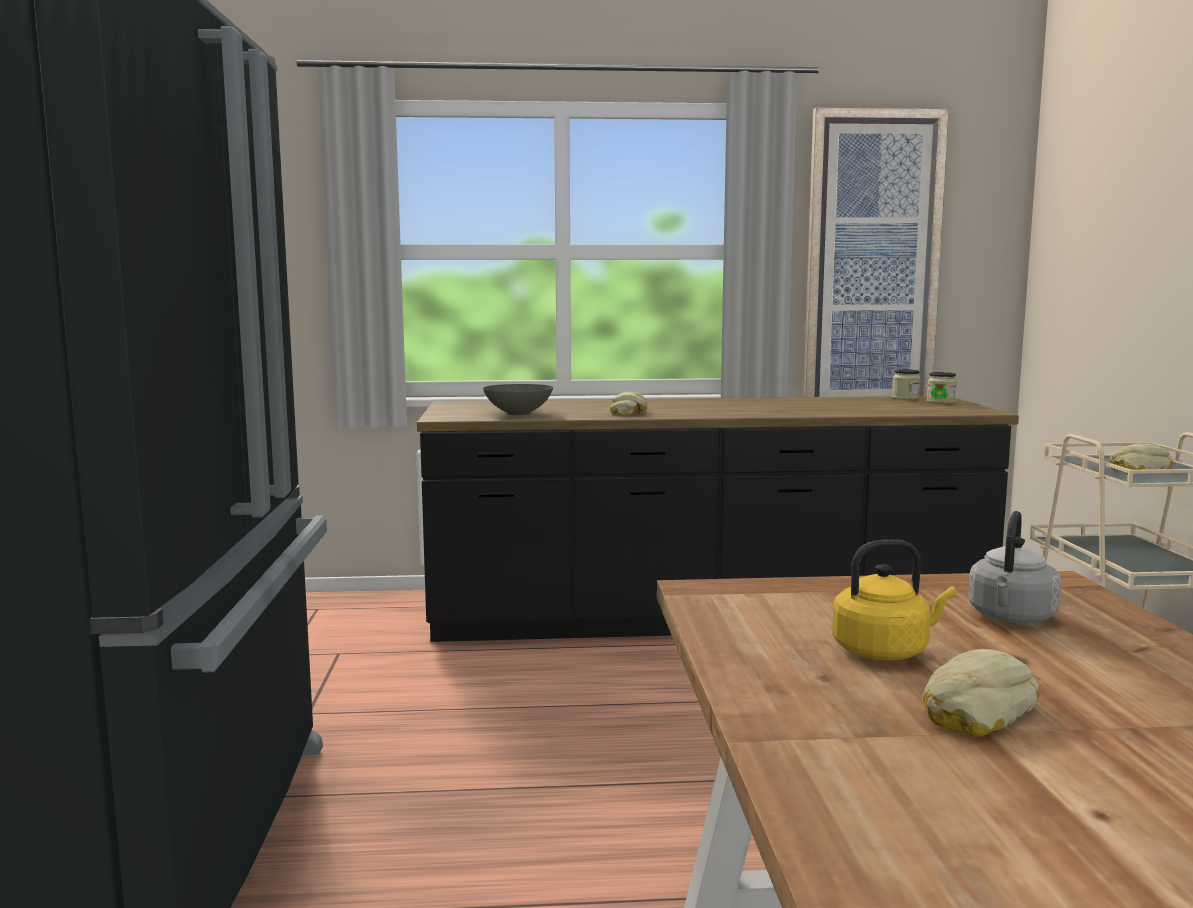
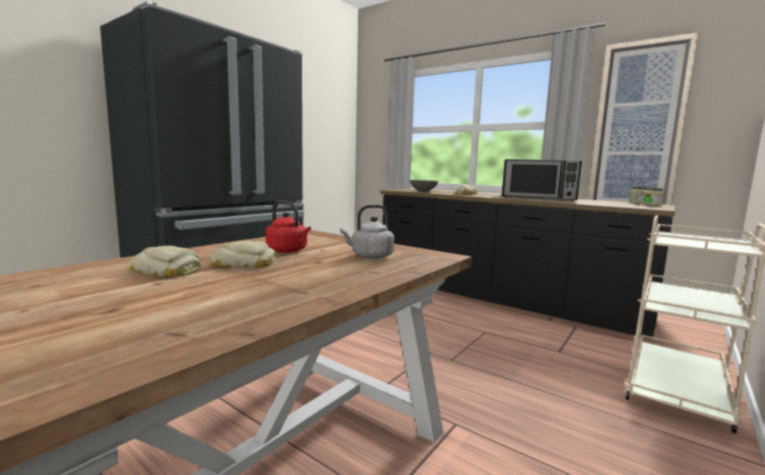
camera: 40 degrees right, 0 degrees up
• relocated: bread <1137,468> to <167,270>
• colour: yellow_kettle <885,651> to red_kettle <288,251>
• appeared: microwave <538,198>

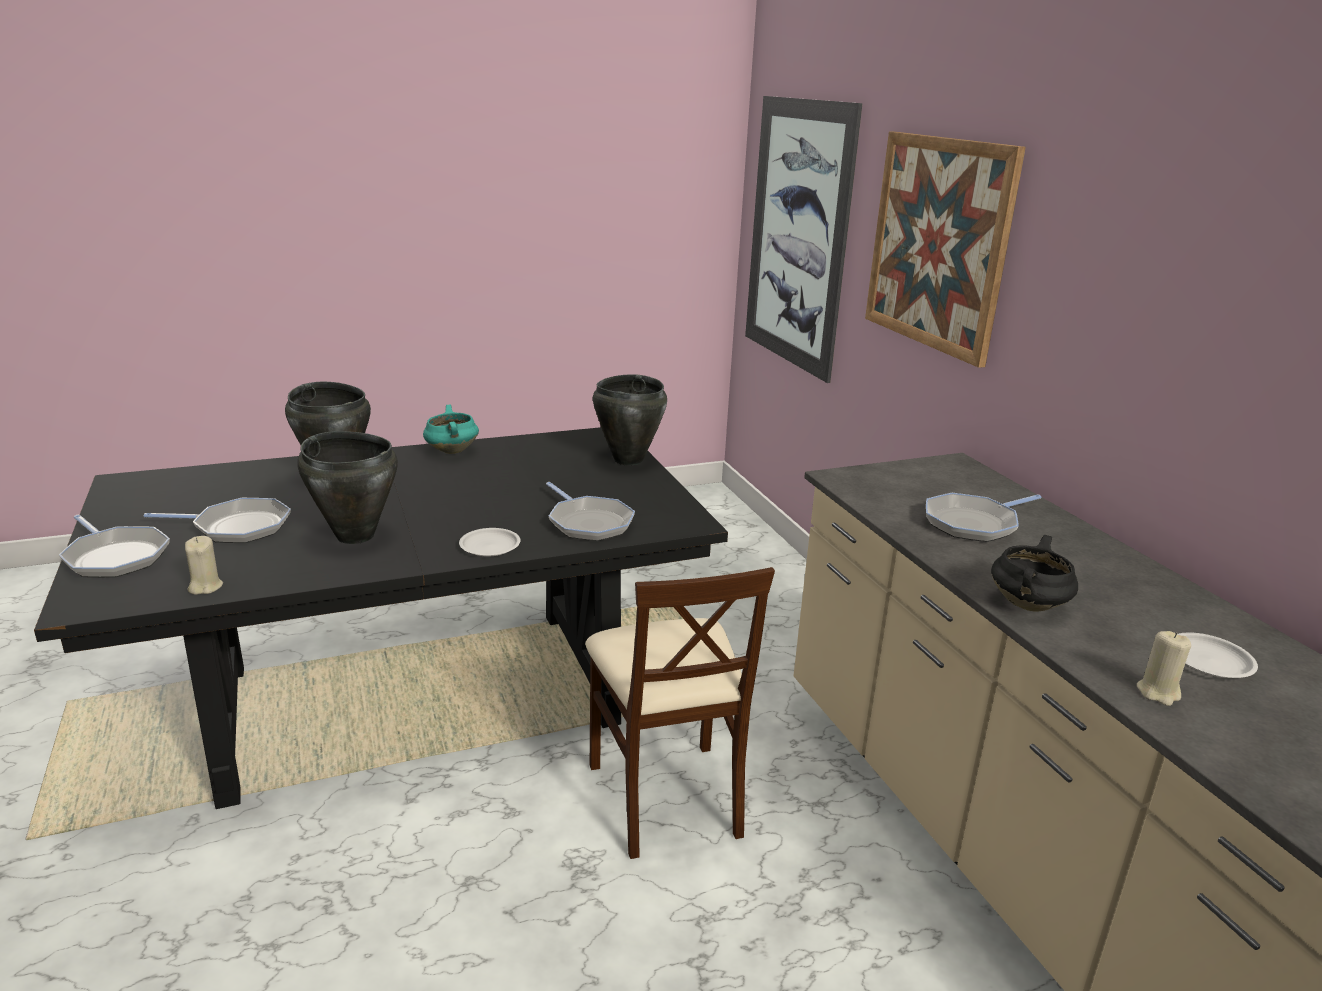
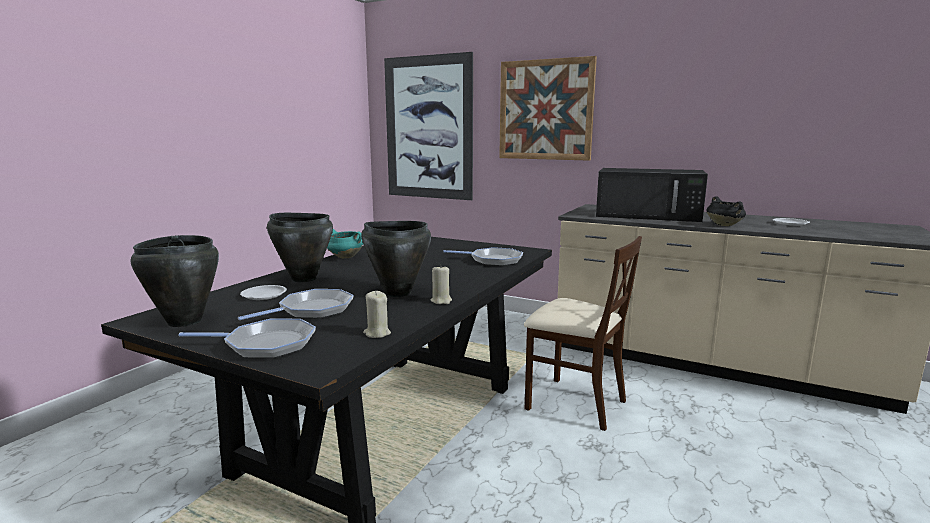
camera: 40 degrees left, 10 degrees down
• relocated: black_cooking_pot <627,460> to <184,322>
• exchanged: frying_pan <973,523> to black_microwave <649,215>
• relocated: white_plate <489,546> to <263,295>
• relocated: beige_candle <1158,692> to <441,301>

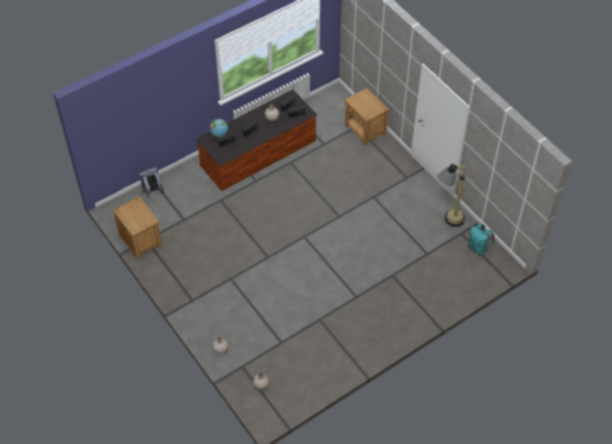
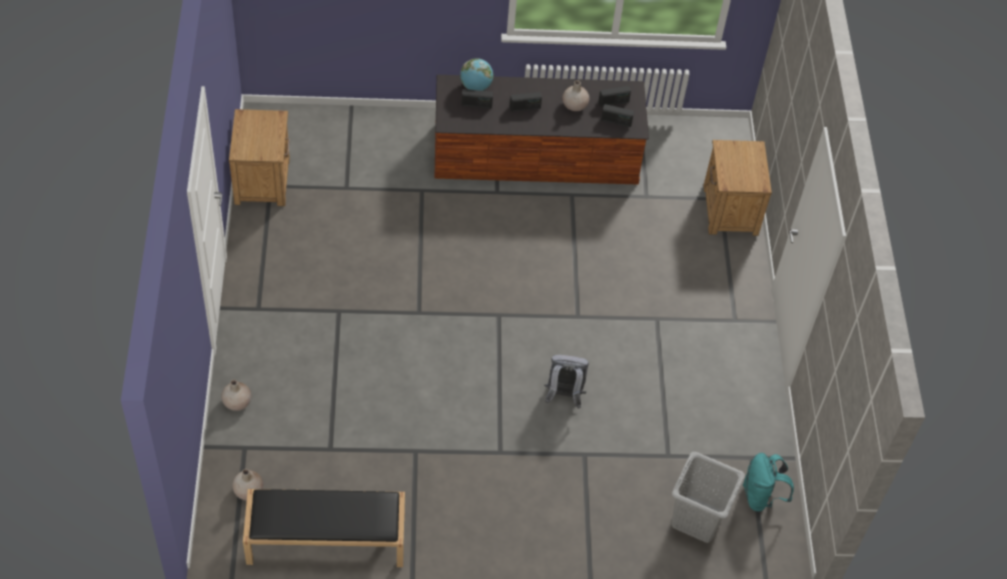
camera: 30 degrees right, 0 degrees up
• missing: floor_lamp <447,223>
• relocated: grey_backpack <152,191> to <563,395>
• appeared: grey_laundry_basket <697,519>
• appeared: black_bench <325,540>

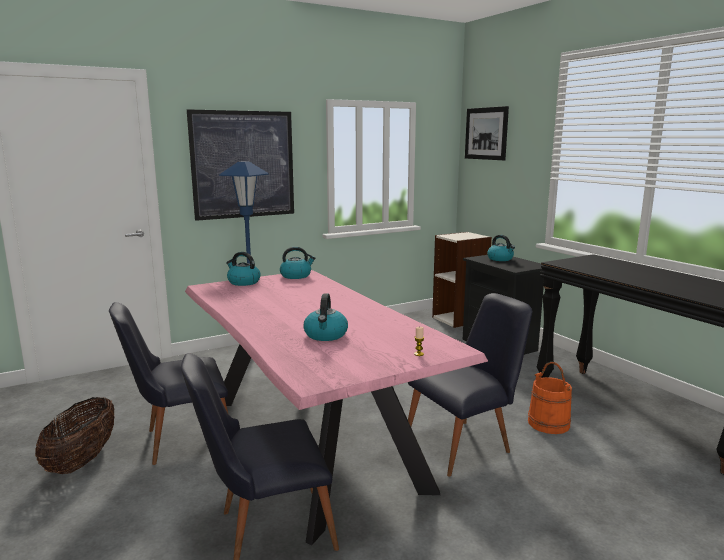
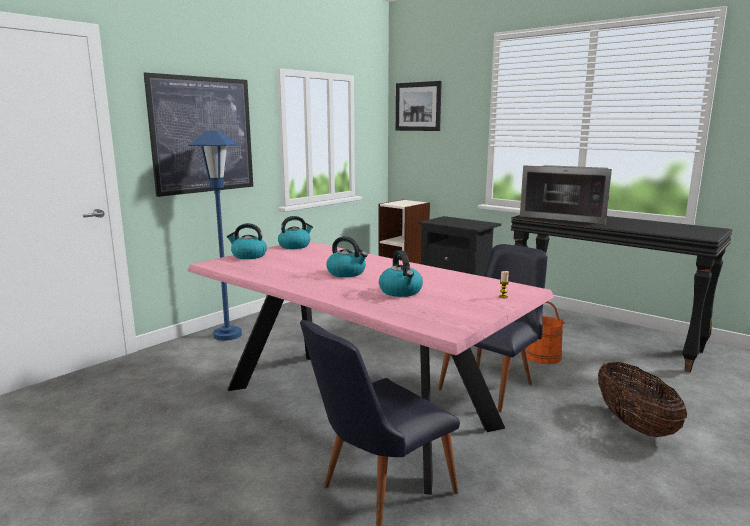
camera: 20 degrees left, 0 degrees up
• relocated: kettle <500,259> to <347,273>
• missing: black_chair <180,440>
• relocated: basket <82,460> to <634,424>
• appeared: microwave <566,217>

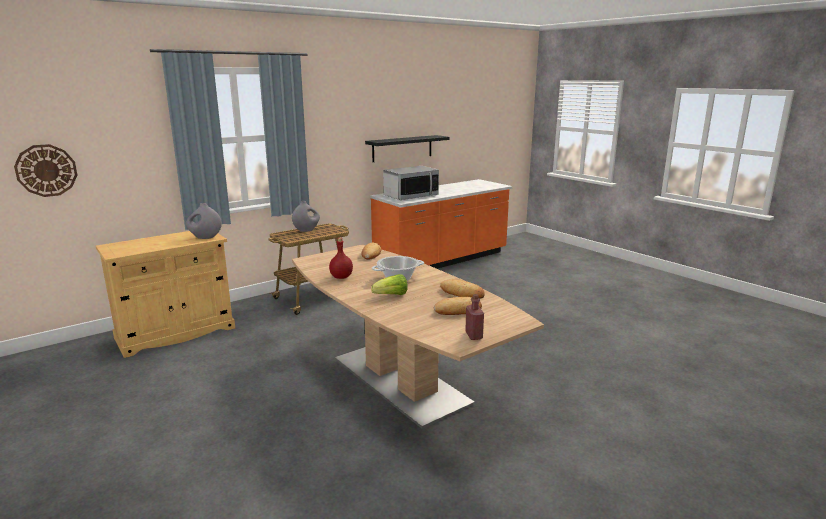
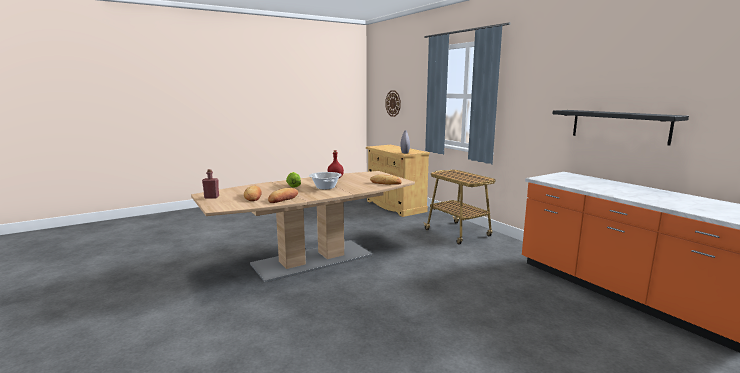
camera: 95 degrees right, 5 degrees down
• missing: microwave <411,196>
• missing: grey_vase <306,230>

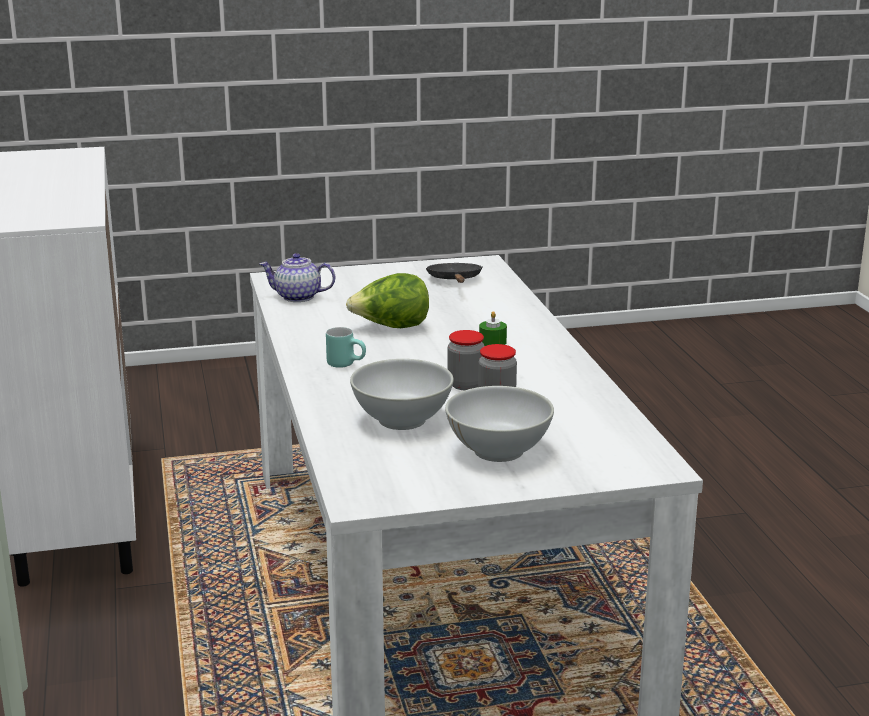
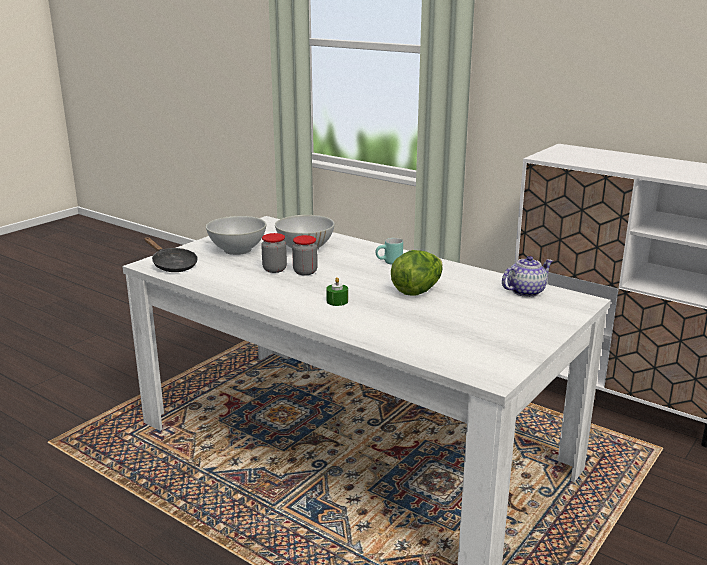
camera: 140 degrees right, 0 degrees up
• relocated: black_frying_pan <455,280> to <172,265>

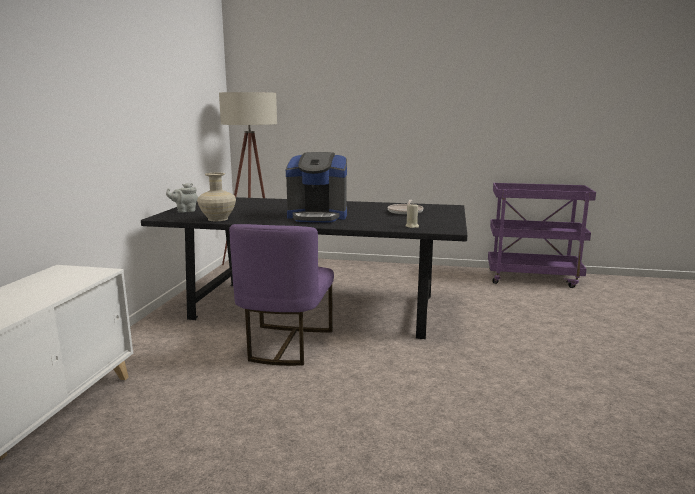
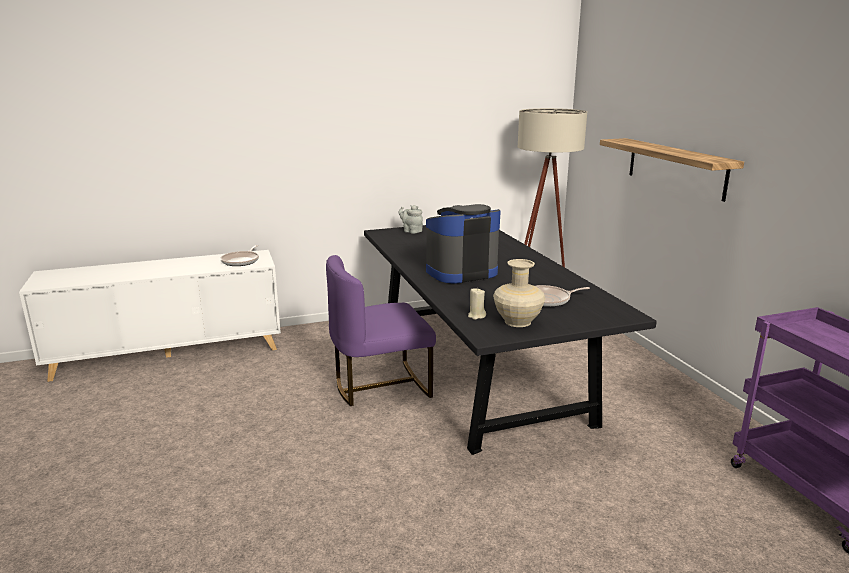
camera: 60 degrees right, 5 degrees up
• spun: coffee_machine <318,216> = <461,272> 90 degrees clockwise
• relocated: beige_vase <218,219> to <517,322>
• appeared: shelf <675,167>
• appeared: frying_pan <241,261>

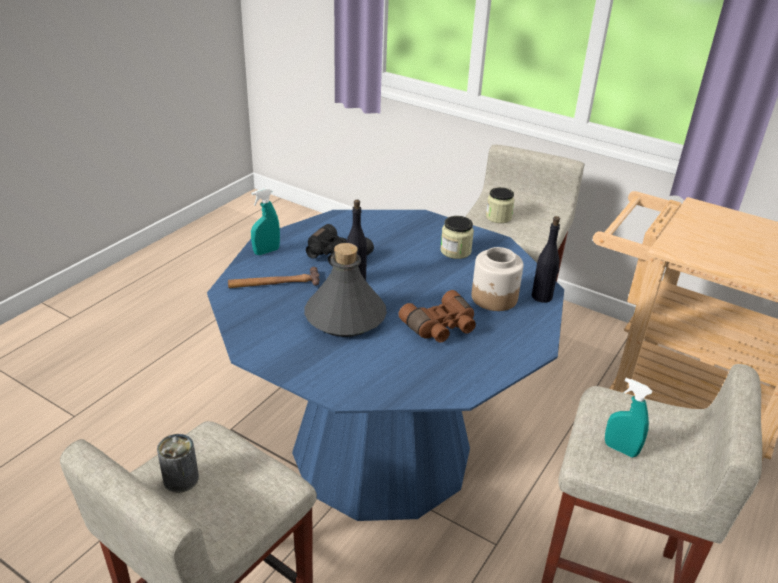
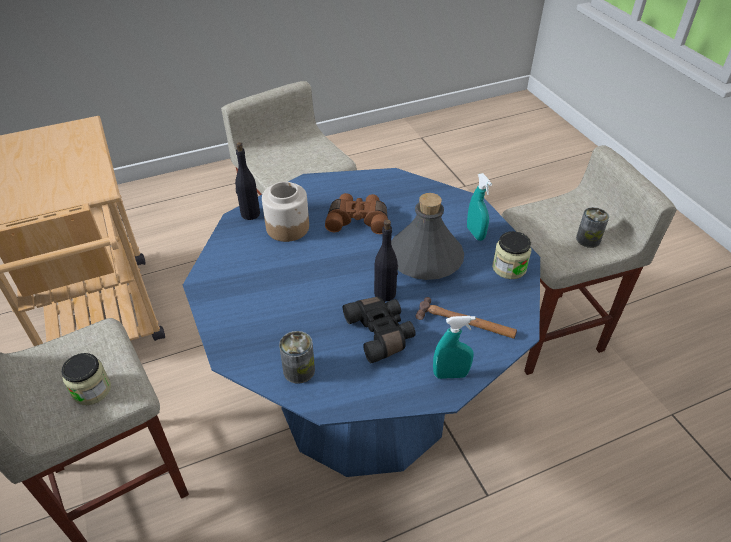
camera: 145 degrees left, 10 degrees up
• relocated: jar <455,251> to <509,268>
• relocated: turquoise_spray_bottle <620,449> to <475,233>
• appeared: can <299,370>

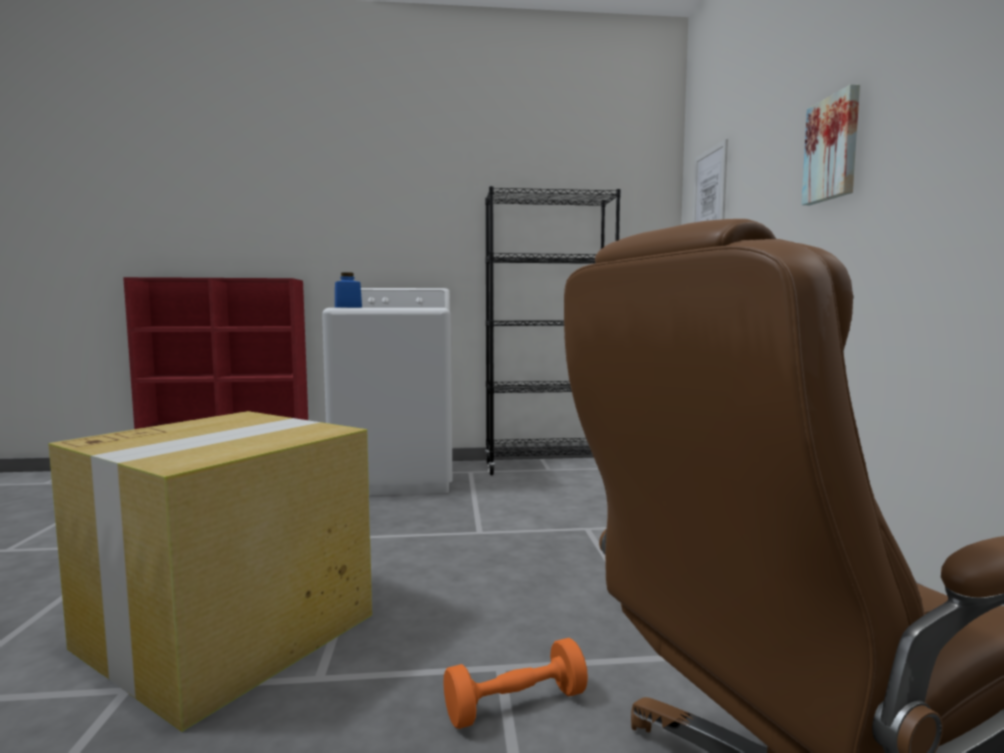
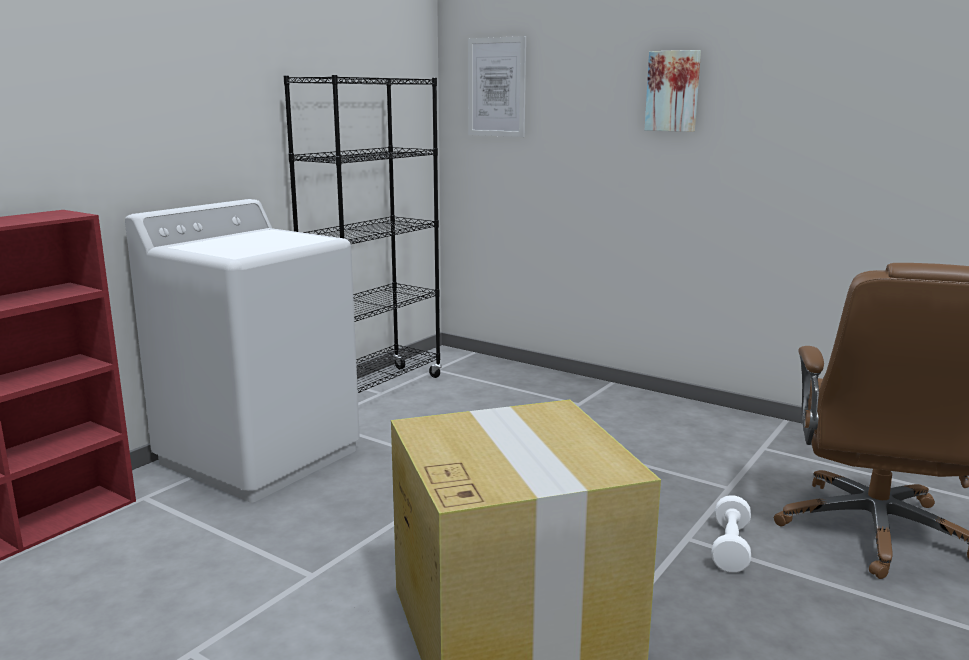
camera: 50 degrees left, 10 degrees up
• missing: blue_jar <348,307>
• colour: orange_dumbbell <516,705> to white_dumbbell <730,548>

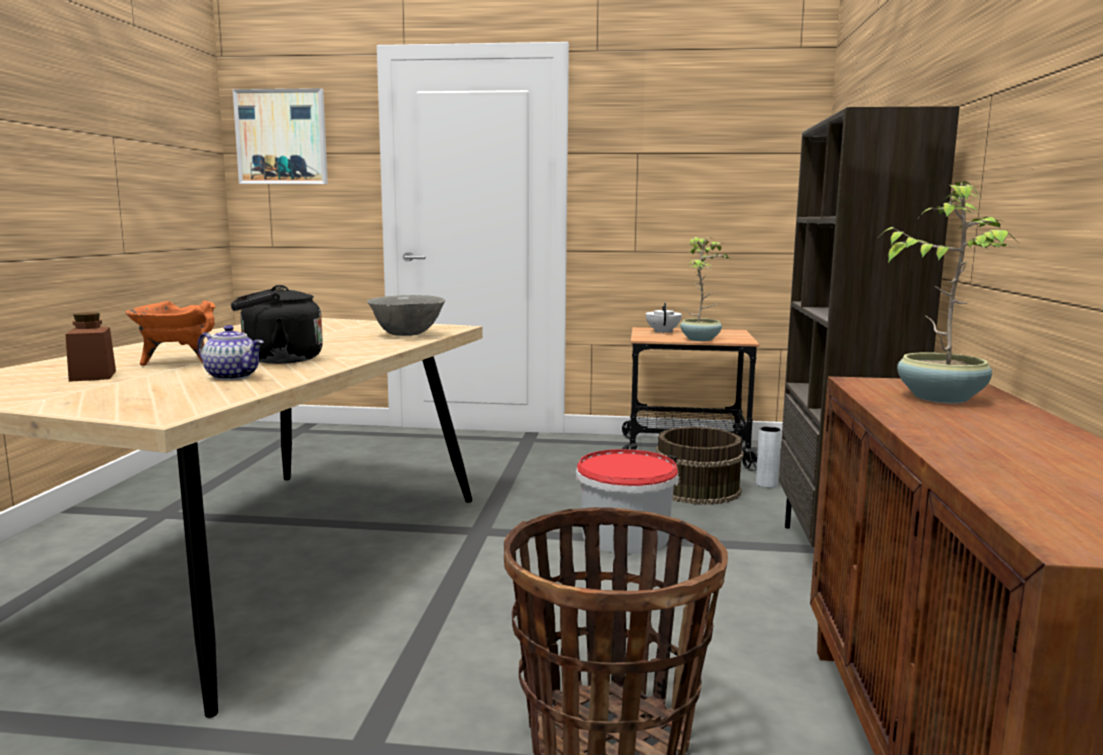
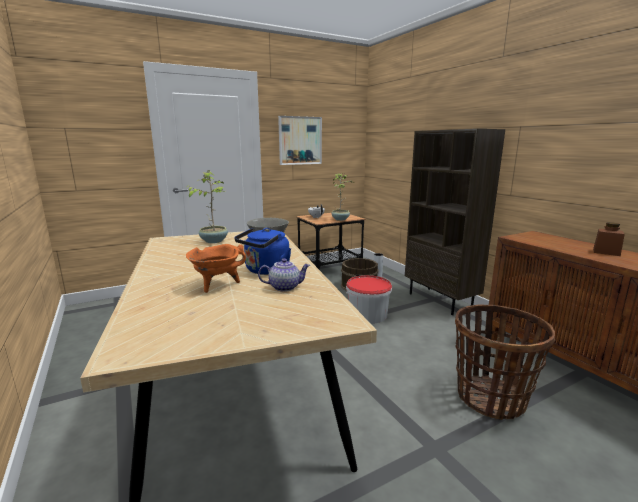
camera: 35 degrees left, 5 degrees up
• relocated: picture <282,137> to <300,140>
• relocated: potted_plant <940,397> to <214,241>
• colour: black_kettle <277,360> to blue_kettle <265,271>
• relocated: brown_jar <93,376> to <606,252>

